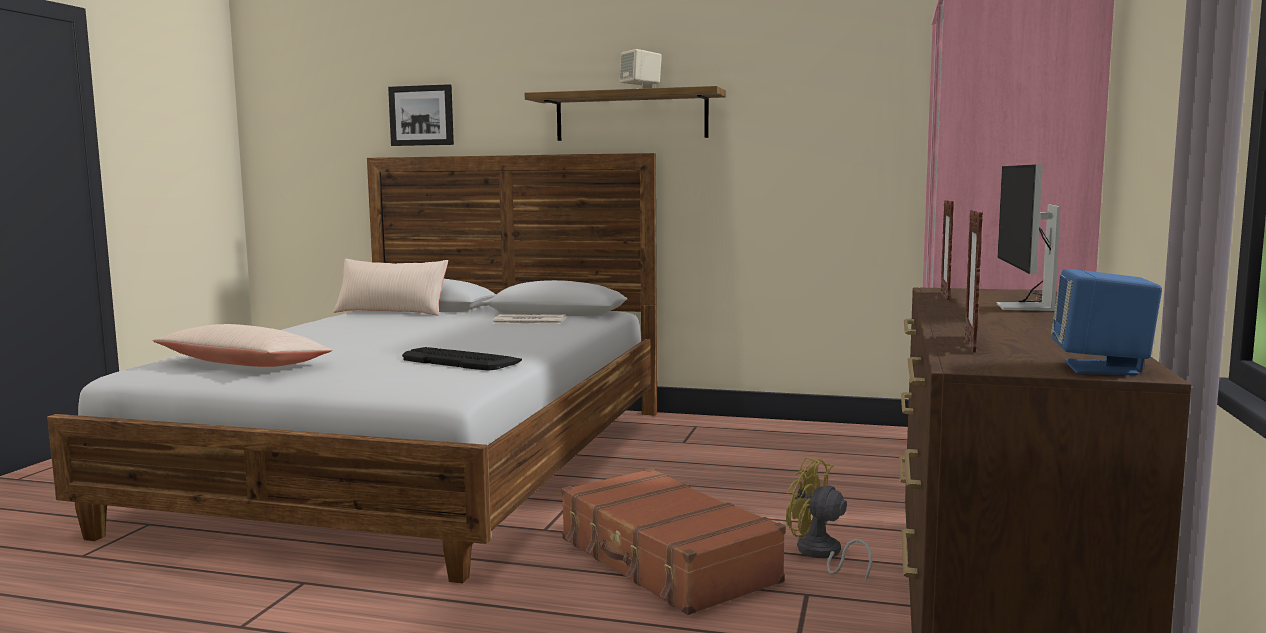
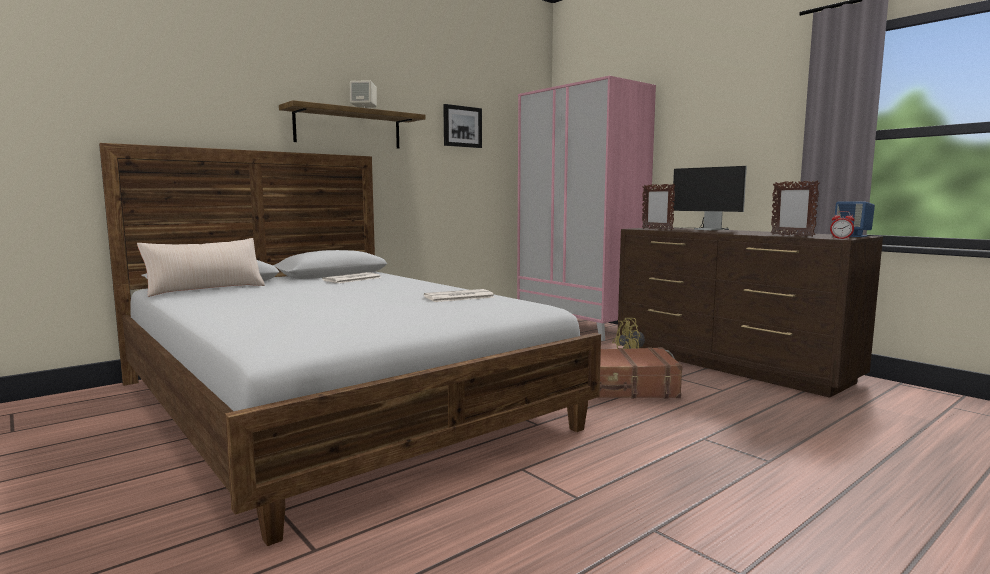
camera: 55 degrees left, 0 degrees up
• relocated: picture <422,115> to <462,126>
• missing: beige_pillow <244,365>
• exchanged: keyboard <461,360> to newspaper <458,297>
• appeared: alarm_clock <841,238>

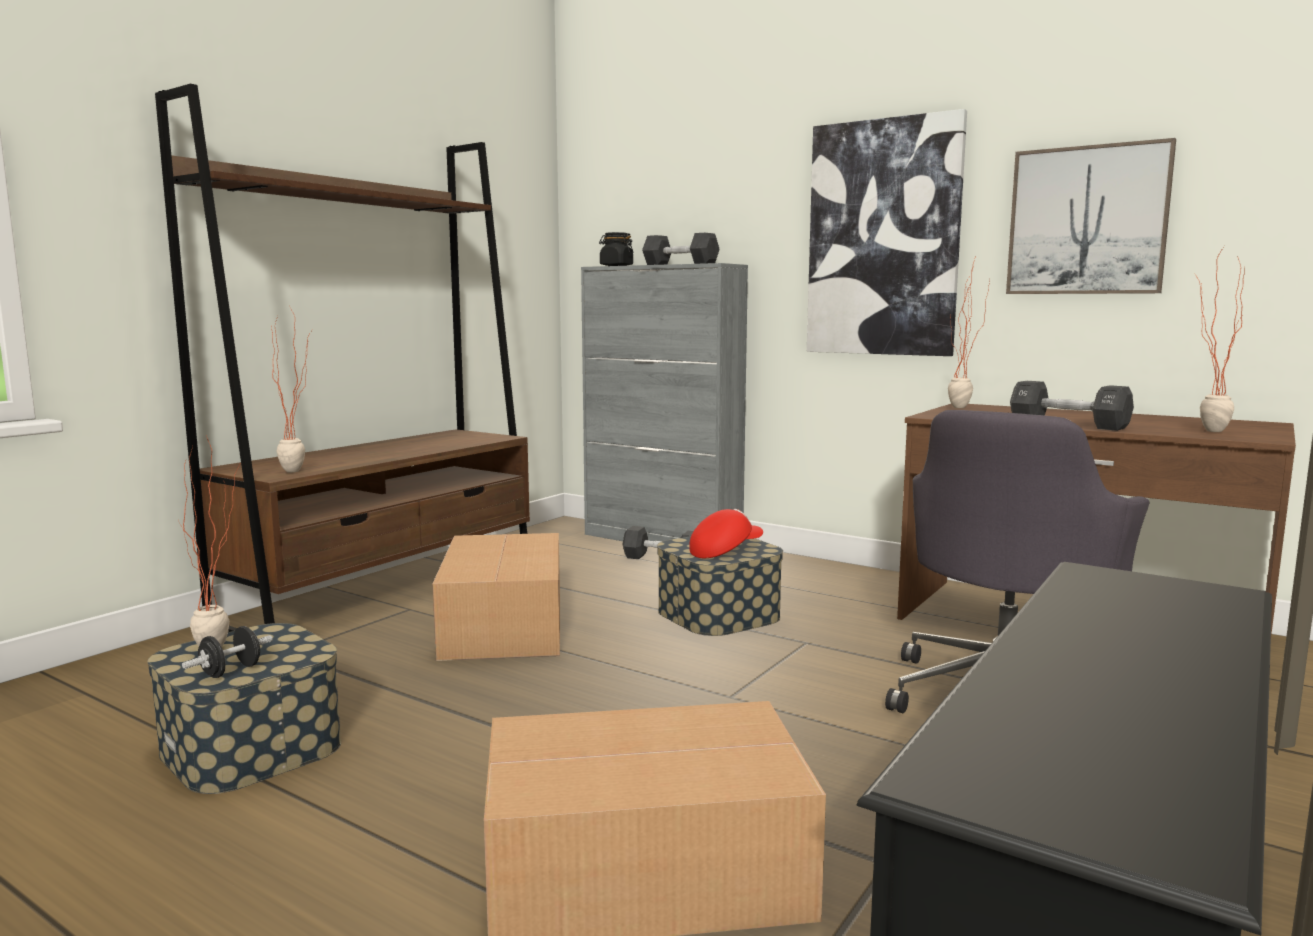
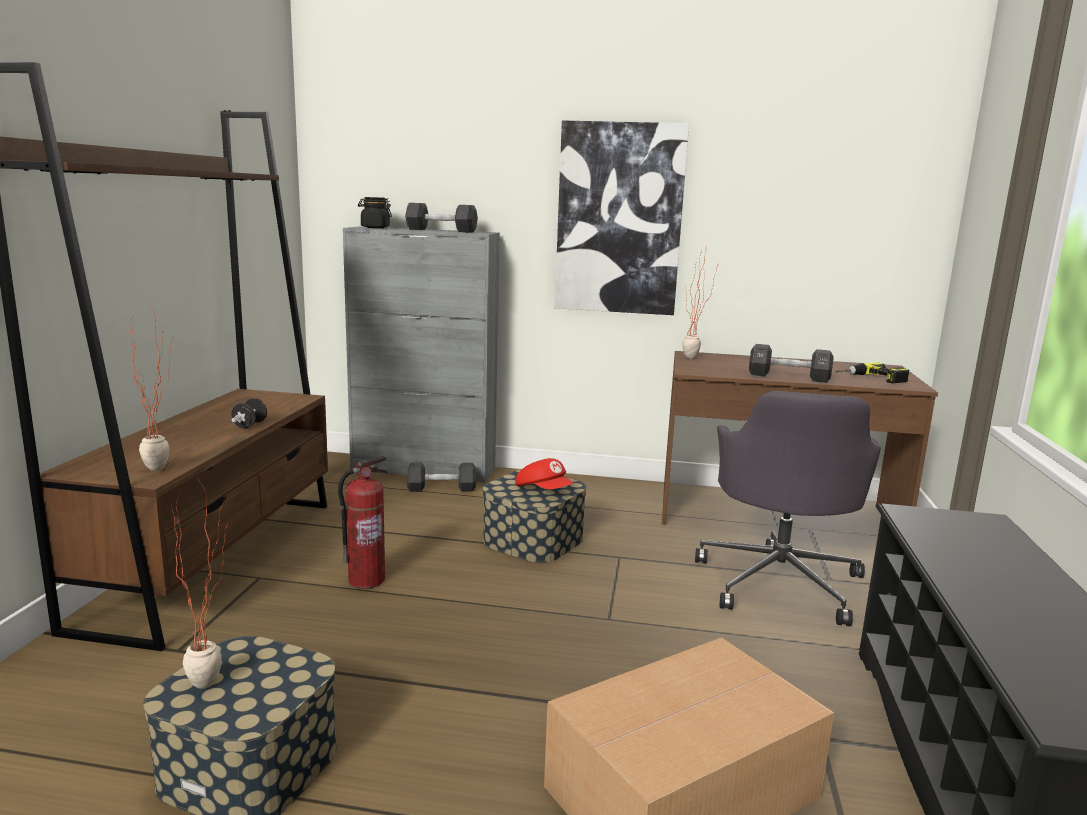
camera: 25 degrees left, 5 degrees up
• missing: picture <1087,221>
• exchanged: potted_plant <1203,430> to power_drill <871,379>
• spun: red_cap <724,551> = <544,491> 105 degrees clockwise
• exchanged: cardboard_box <505,624> to fire_extinguisher <366,580>
• relocated: black_dumbbell <231,671> to <250,425>

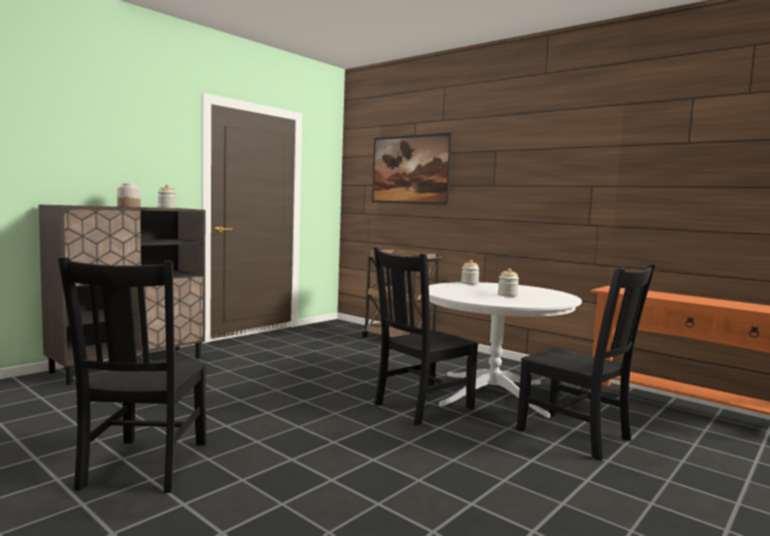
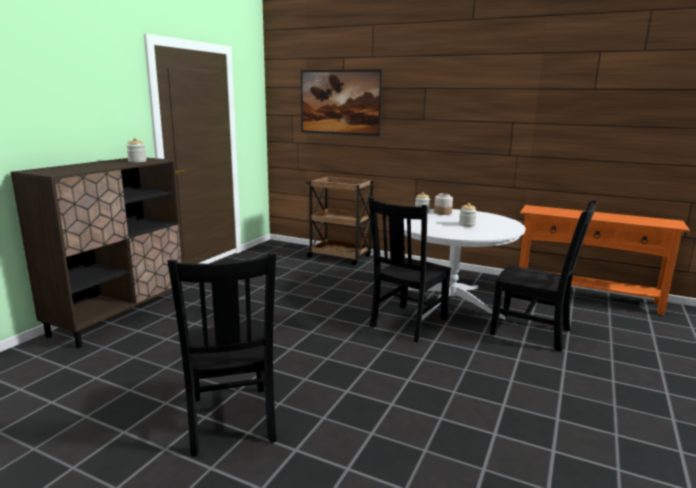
camera: 15 degrees left, 10 degrees up
• relocated: jar <129,207> to <442,213>

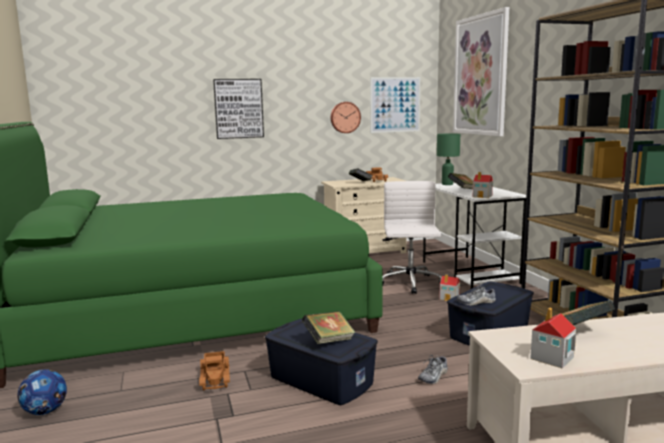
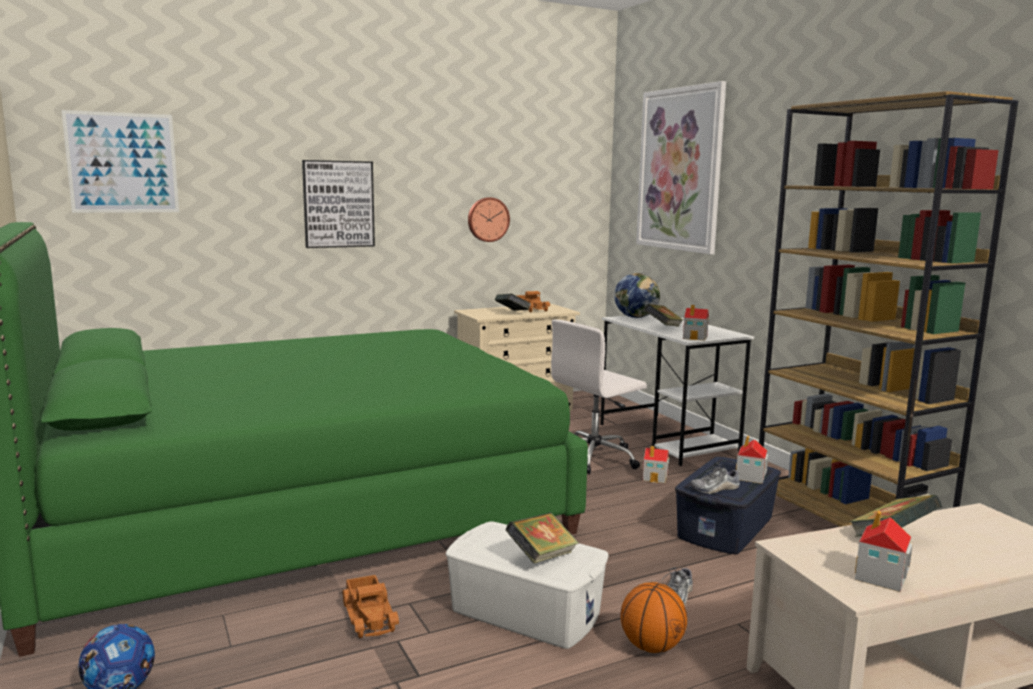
camera: 10 degrees left, 0 degrees up
• relocated: picture <395,104> to <122,163>
• exchanged: green_table_lamp <447,184> to globe <636,317>
• spun: white_office_chair <410,284> = <595,458> 120 degrees counterclockwise
• colour: blue_storage_box <321,379> to white_storage_box <526,611>
• appeared: toy_house <750,477>
• appeared: basketball <651,647>

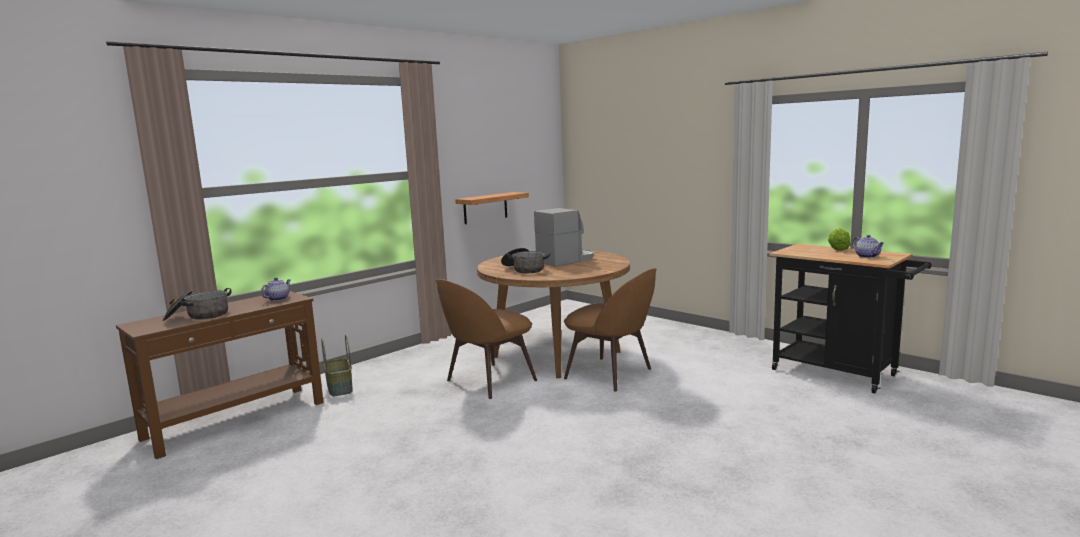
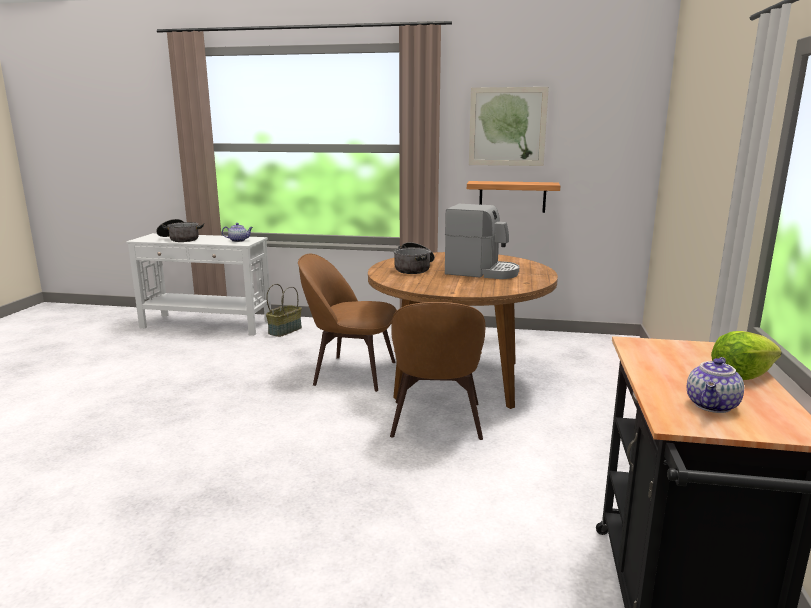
camera: 55 degrees right, 5 degrees up
• colour: brown_console_table <237,420> to white_console_table <207,325>
• appeared: picture <507,127>

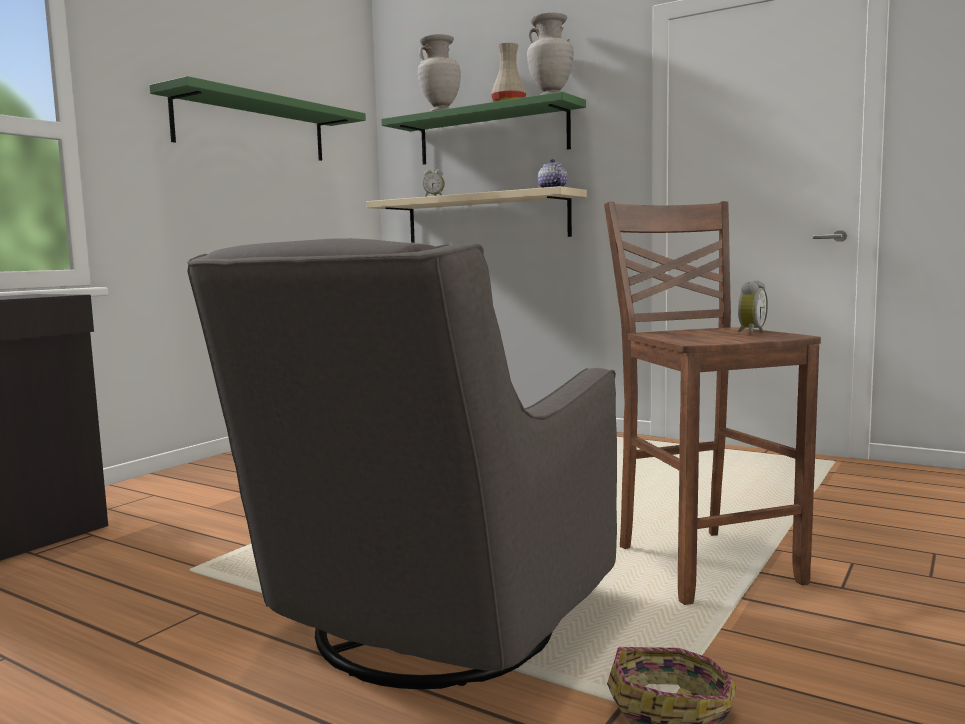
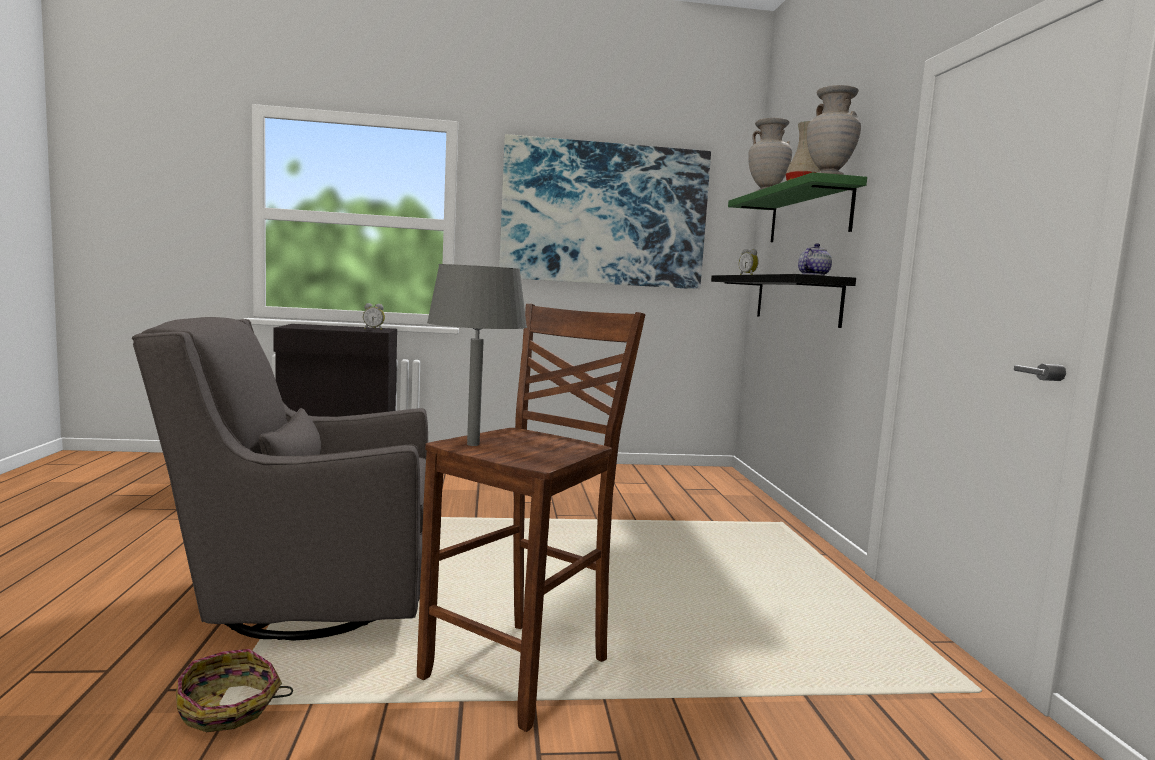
camera: 50 degrees right, 0 degrees up
• exchanged: green_shelf <252,128> to picture <604,214>
• colour: beige_shelf <486,218> to black_shelf <796,299>
• relocated: alarm_clock <749,332> to <374,329>
• appeared: grey_table_lamp <473,444>

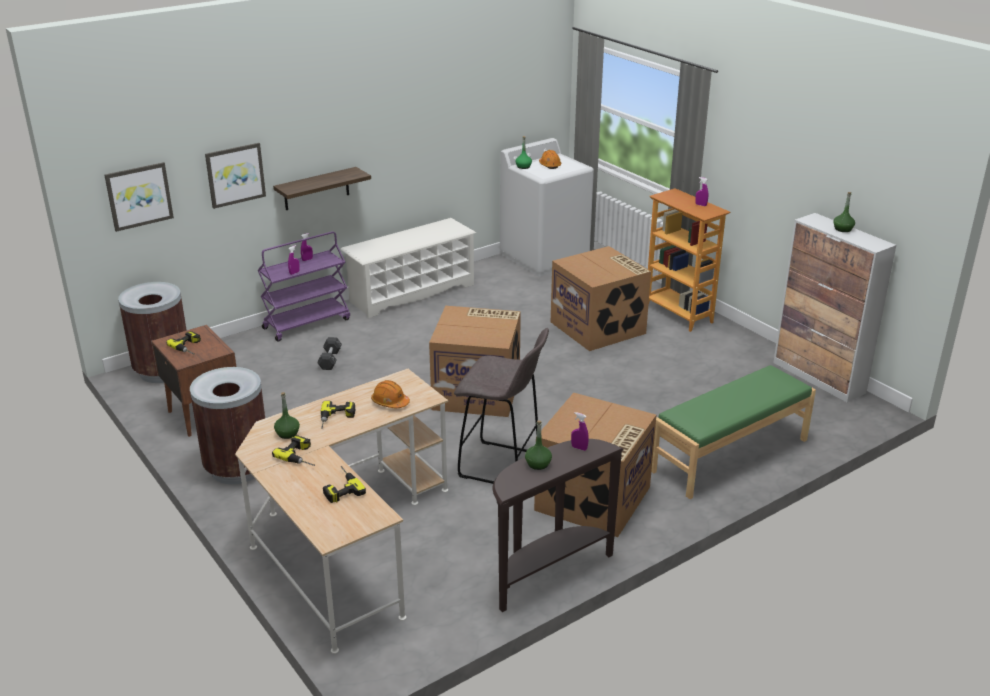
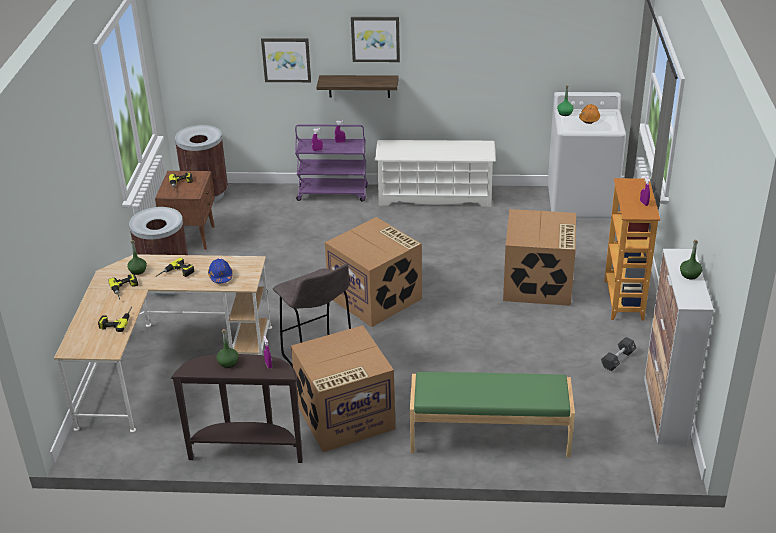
camera: 40 degrees right, 5 degrees up
• relocated: picture <139,196> to <375,39>
• relocated: black_dumbbell <330,360> to <618,360>
• colour: orange_hard_hat <390,402> to blue_hard_hat <220,276>

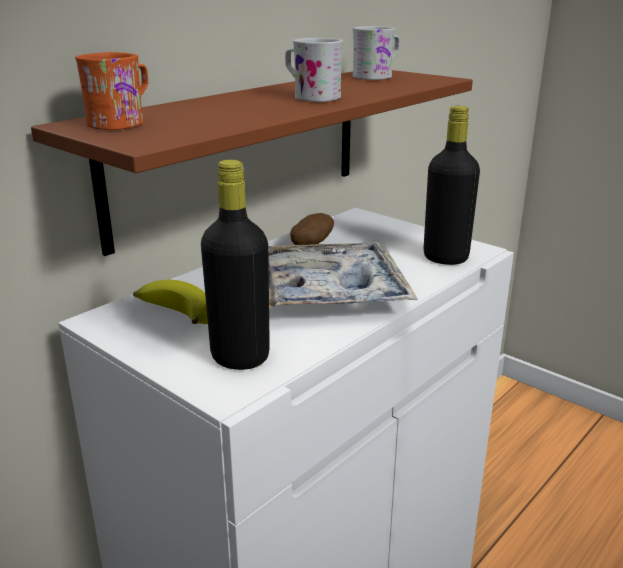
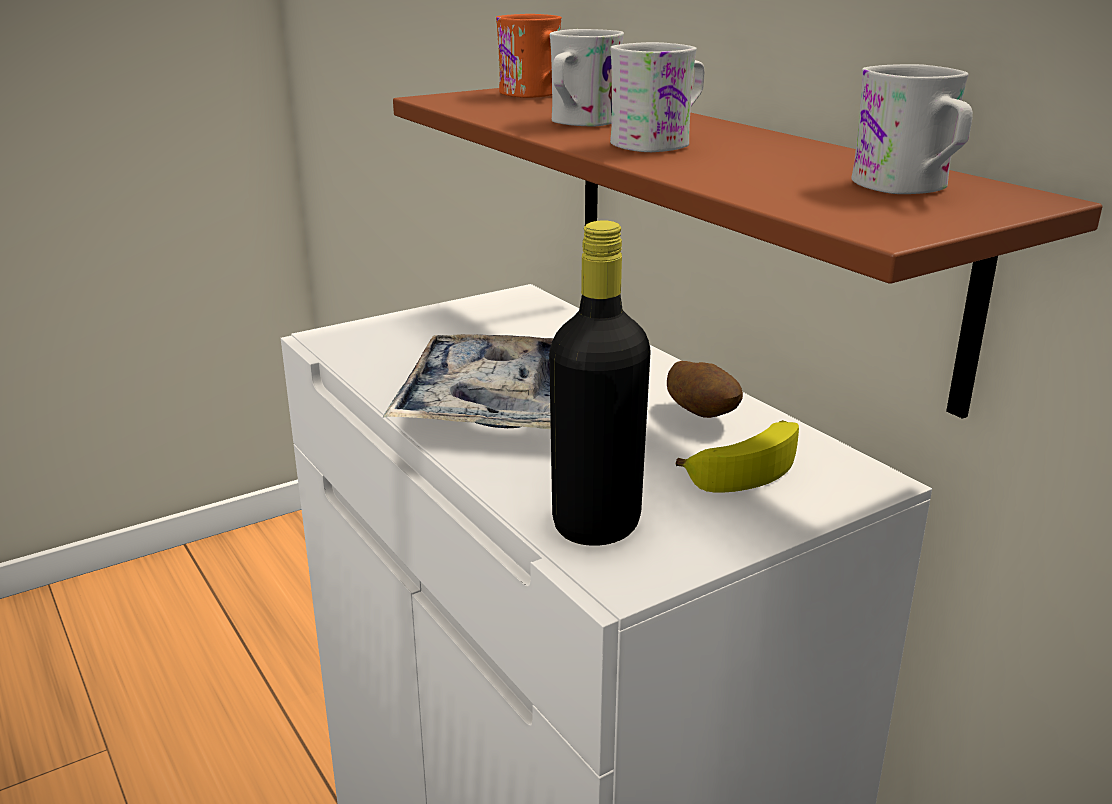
camera: 105 degrees right, 0 degrees up
• missing: black_bottle <240,357>
• relocated: banana <173,313> to <746,466>
• appeared: white_mug <579,123>

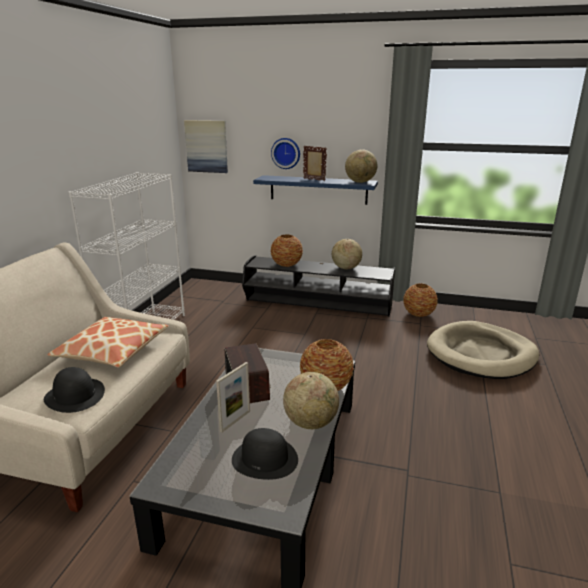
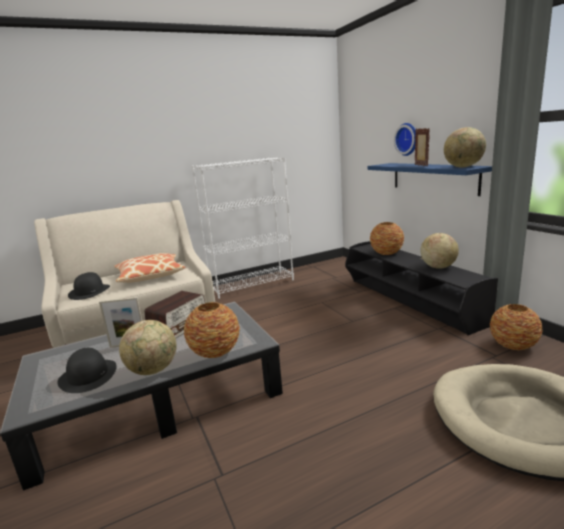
camera: 50 degrees right, 5 degrees down
• missing: picture <206,146>

